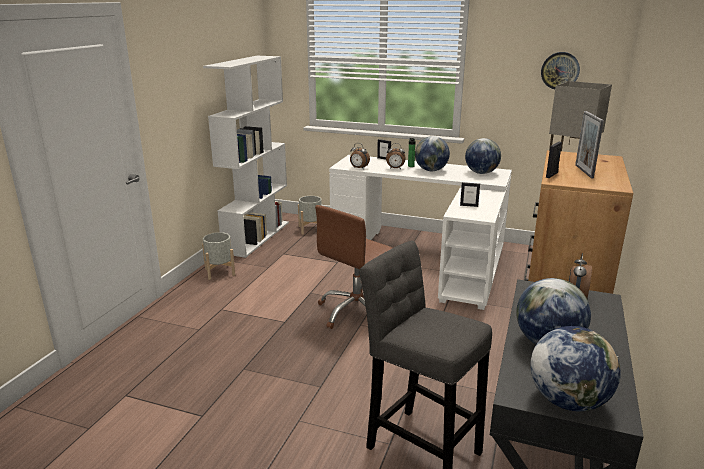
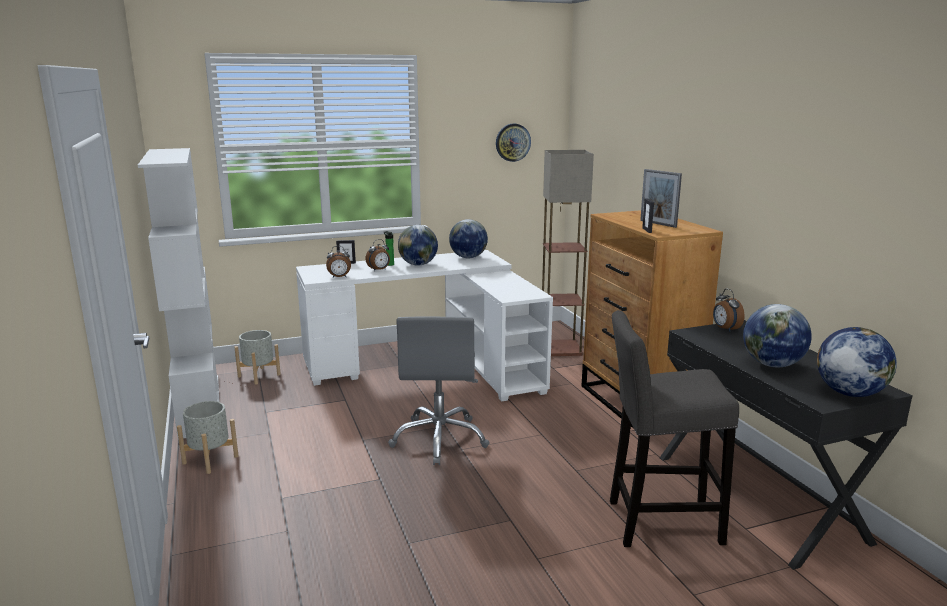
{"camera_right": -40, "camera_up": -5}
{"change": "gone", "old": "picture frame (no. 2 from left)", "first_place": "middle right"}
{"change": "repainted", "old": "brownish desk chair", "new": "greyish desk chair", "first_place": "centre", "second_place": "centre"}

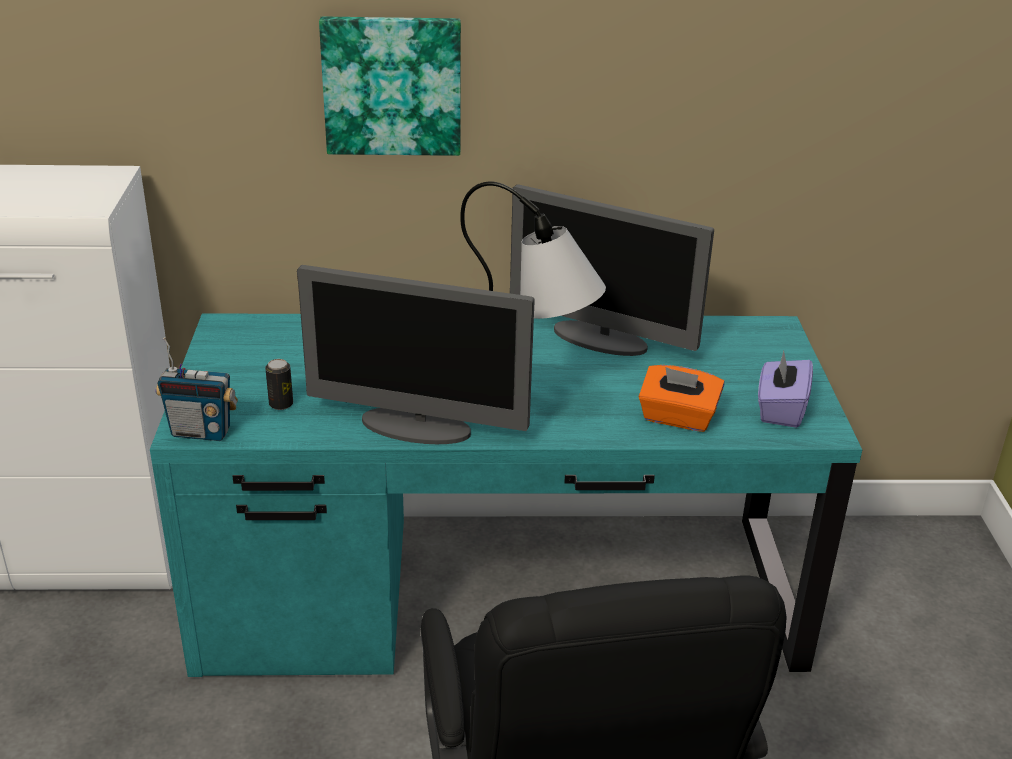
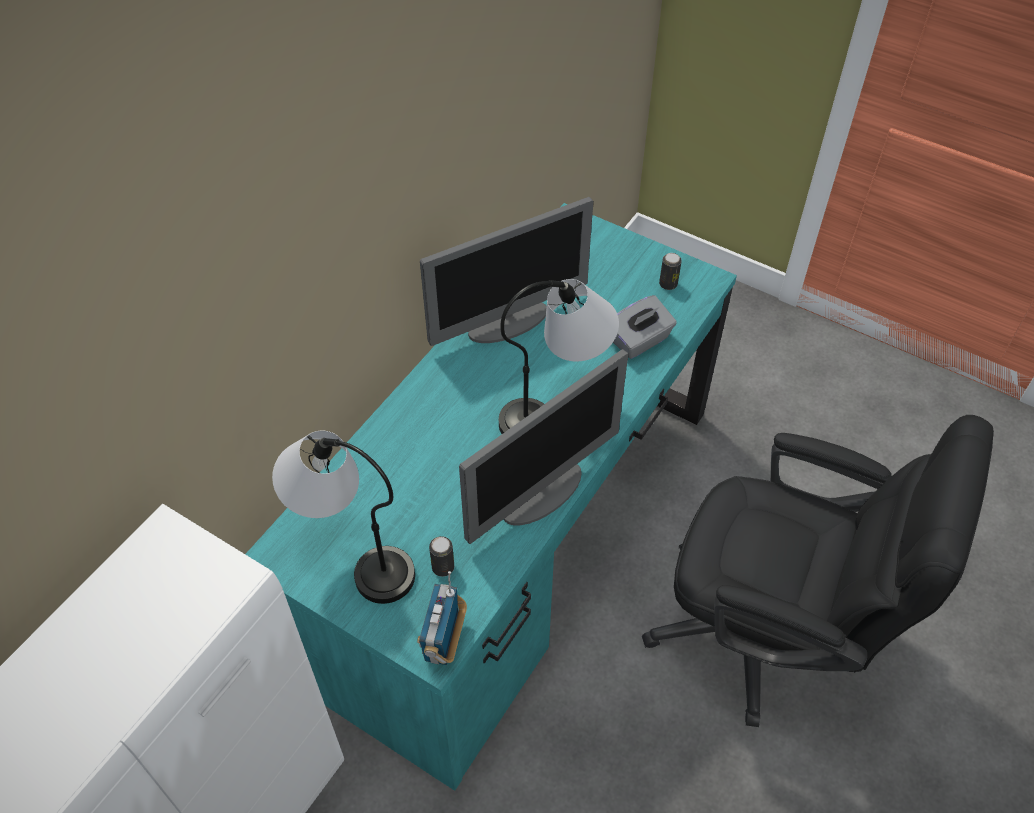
{"camera_right": -55, "camera_up": 20}
{"change": "gone", "old": "wall art", "first_place": "top centre"}
{"change": "new", "new": "lamp for a table (no. 1 from left)", "second_place": "middle left"}
{"change": "swapped", "old": "purple tissue box", "new": "metal can (no. 2 from left)", "first_place": "middle right", "second_place": "centre"}
{"change": "repainted", "old": "orange tissue box", "new": "greyish tissue box", "first_place": "middle right", "second_place": "centre"}
{"change": "rotated", "old": "radio receiver", "first_place": "middle left", "second_place": "bottom centre", "degrees": 150}

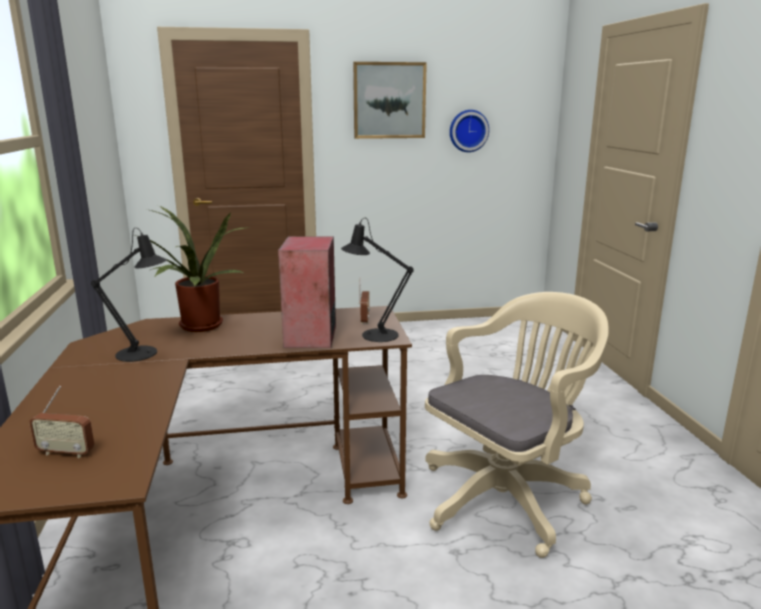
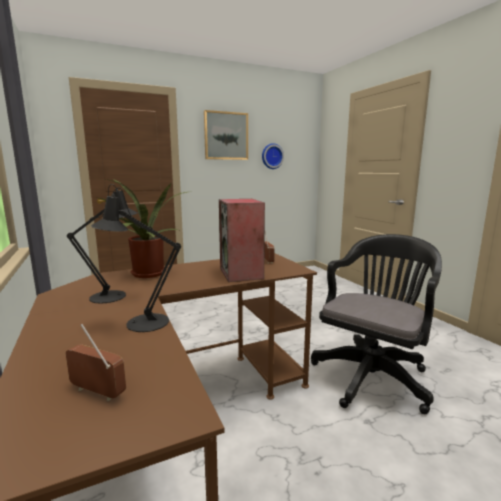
{"camera_right": -15, "camera_up": -5}
{"change": "shifted", "old": "black-coloured lamp for a table (no. 2 from left)", "first_place": "centre", "second_place": "middle left"}
{"change": "repainted", "old": "beige-coloured desk chair", "new": "black-coloured desk chair", "first_place": "bottom right", "second_place": "middle right"}
{"change": "rotated", "old": "radio receiver (no. 1 from left)", "first_place": "bottom left", "second_place": "bottom left", "degrees": -150}

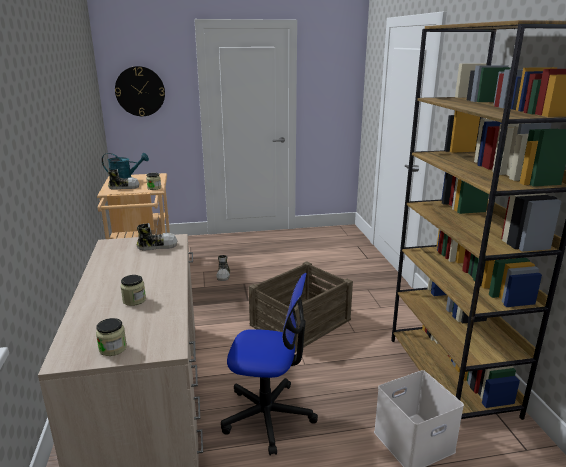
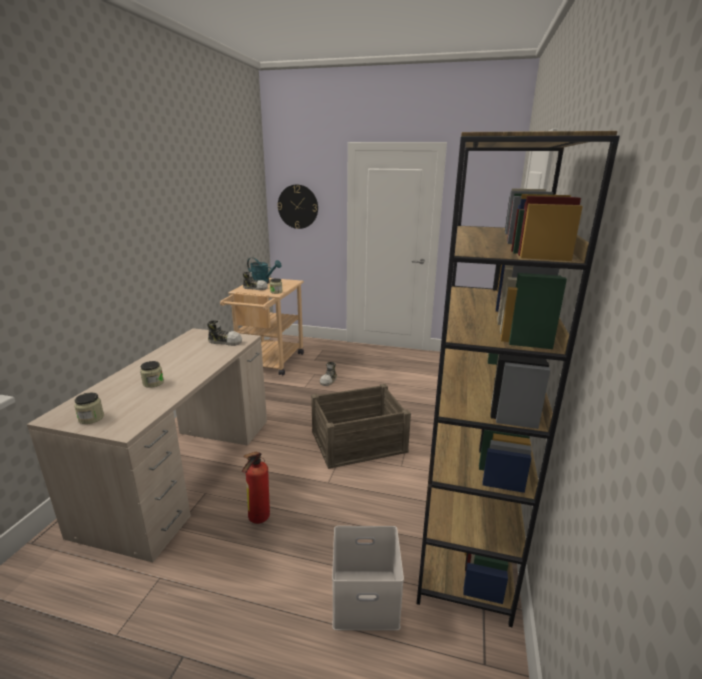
{"camera_right": 25, "camera_up": 0}
{"change": "swapped", "old": "desk chair", "new": "extinguisher", "first_place": "bottom centre", "second_place": "bottom centre"}

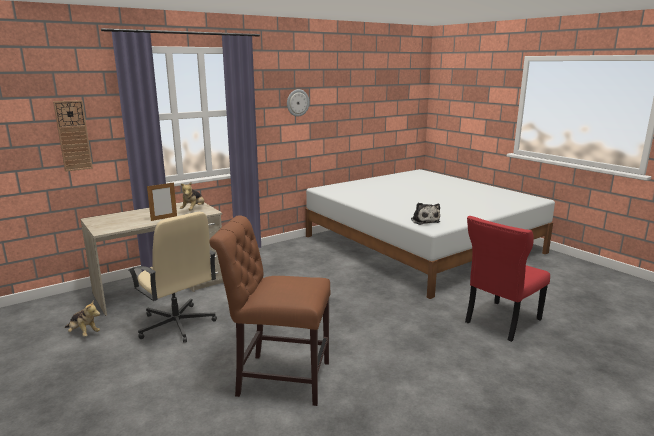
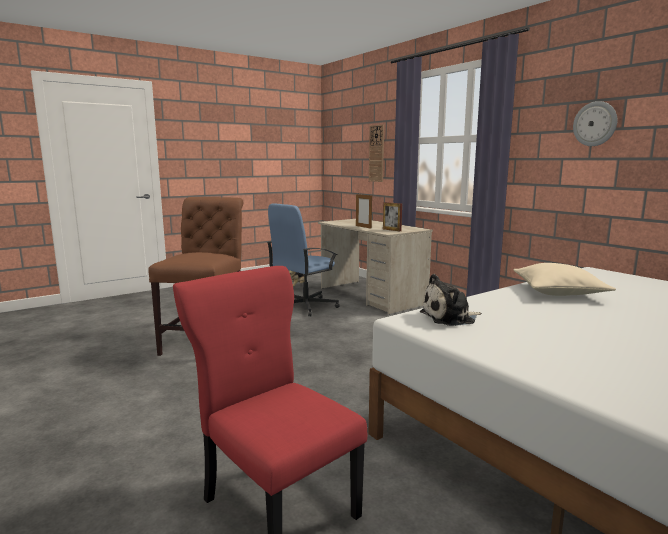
{"camera_right": 90, "camera_up": -5}
{"change": "new", "new": "beige-coloured cushion", "second_place": "middle right"}
{"change": "swapped", "old": "cuddly toy (no. 2 from left)", "new": "picture frame (no. 2 from left)", "first_place": "middle left", "second_place": "centre"}
{"change": "repainted", "old": "beige-coloured desk chair", "new": "bluish desk chair", "first_place": "middle left", "second_place": "centre"}

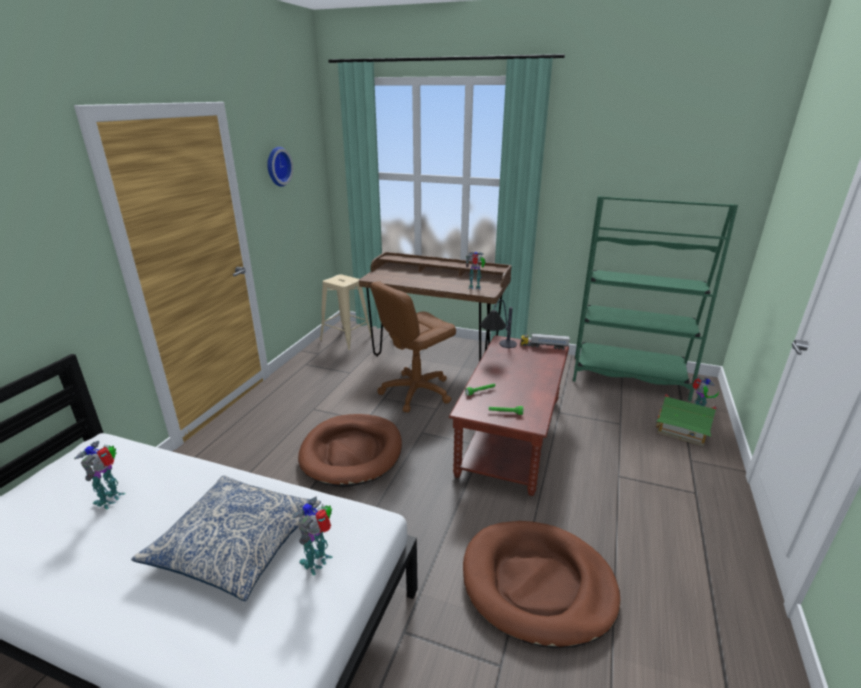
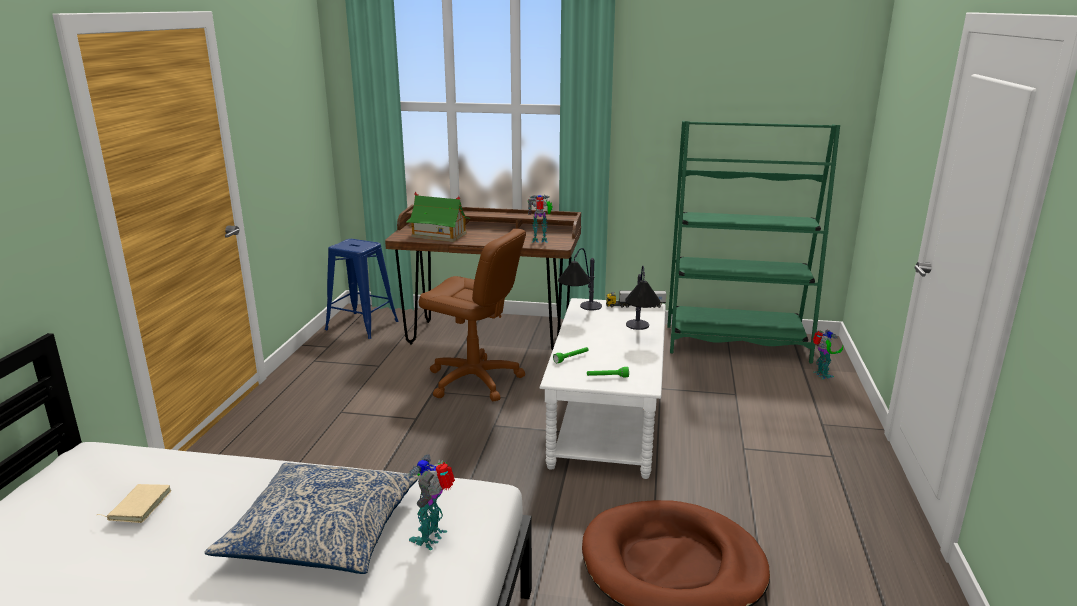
{"camera_right": -10, "camera_up": -5}
{"change": "gone", "old": "clock on the wall", "first_place": "top left"}
{"change": "gone", "old": "brownish pet bed (no. 1 from left)", "first_place": "centre"}
{"change": "new", "new": "lamp for a table (no. 2 from left)", "second_place": "centre"}
{"change": "shifted", "old": "model house", "first_place": "middle right", "second_place": "centre"}
{"change": "swapped", "old": "model robot (no. 1 from left)", "new": "beige-coloured book", "first_place": "bottom left", "second_place": "bottom left"}
{"change": "repainted", "old": "beige-coloured sitting stool", "new": "bluish sitting stool", "first_place": "centre", "second_place": "centre"}
{"change": "repainted", "old": "brownish low table", "new": "white-coloured low table", "first_place": "centre", "second_place": "centre"}
{"change": "rotated", "old": "brownish desk chair", "first_place": "centre", "second_place": "centre", "degrees": -105}

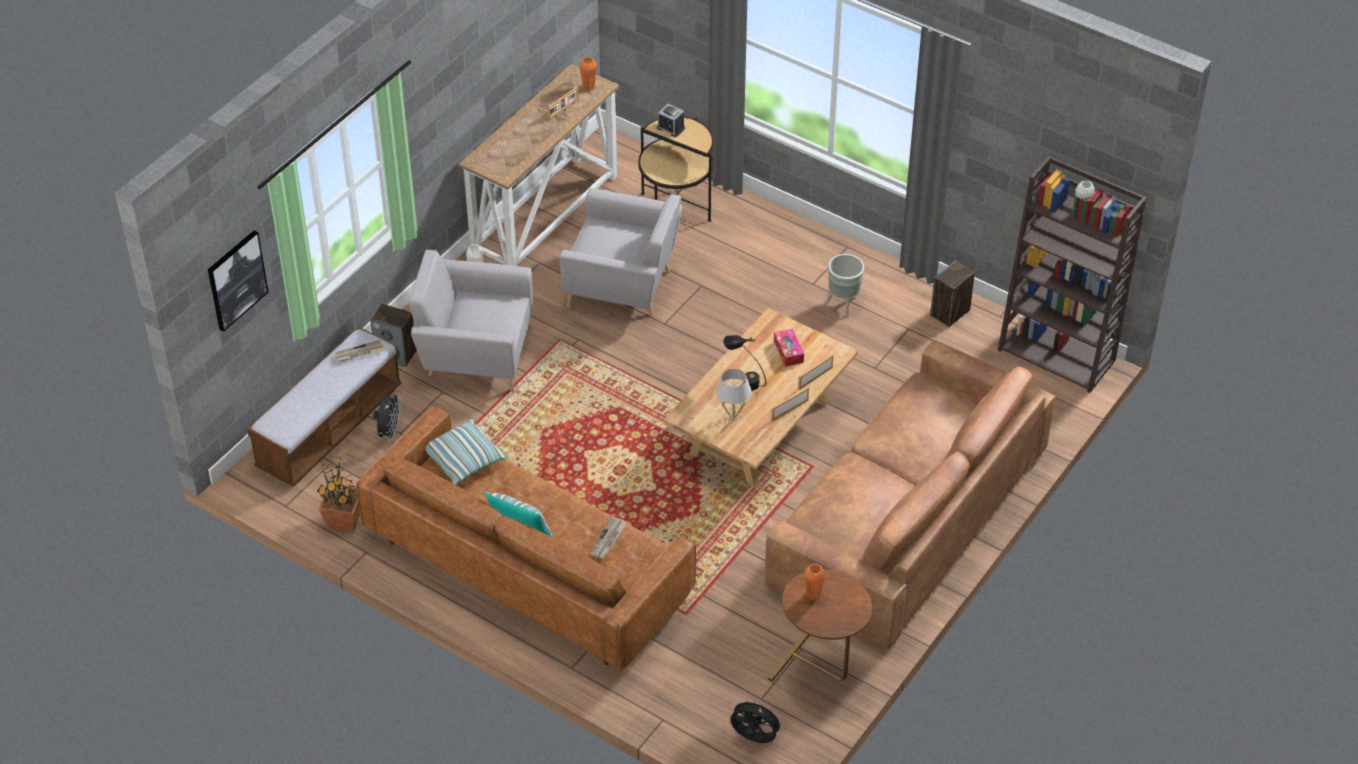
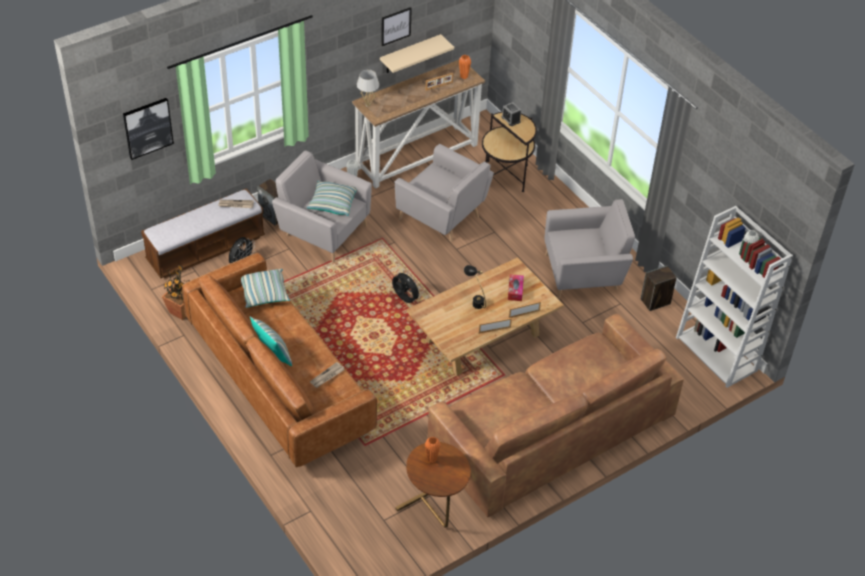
{"camera_right": 20, "camera_up": 0}
{"change": "new", "new": "cushion (no. 3 from left)", "second_place": "centre"}
{"change": "new", "new": "beige-coloured bracket shelf", "second_place": "top centre"}
{"change": "new", "new": "wall art (no. 2 from left)", "second_place": "top centre"}
{"change": "shifted", "old": "white-coloured lamp for a table", "first_place": "centre", "second_place": "top centre"}
{"change": "shifted", "old": "black-coloured electric fan (no. 2 from left)", "first_place": "bottom centre", "second_place": "centre"}
{"change": "swapped", "old": "greyish plant pot", "new": "greyish armchair (no. 3 from left)", "first_place": "centre", "second_place": "middle right"}
{"change": "repainted", "old": "brownish bookcase", "new": "white-coloured bookcase", "first_place": "middle right", "second_place": "middle right"}

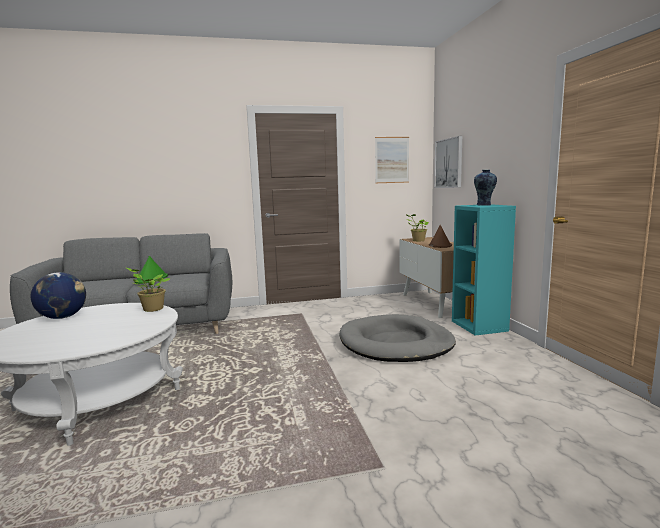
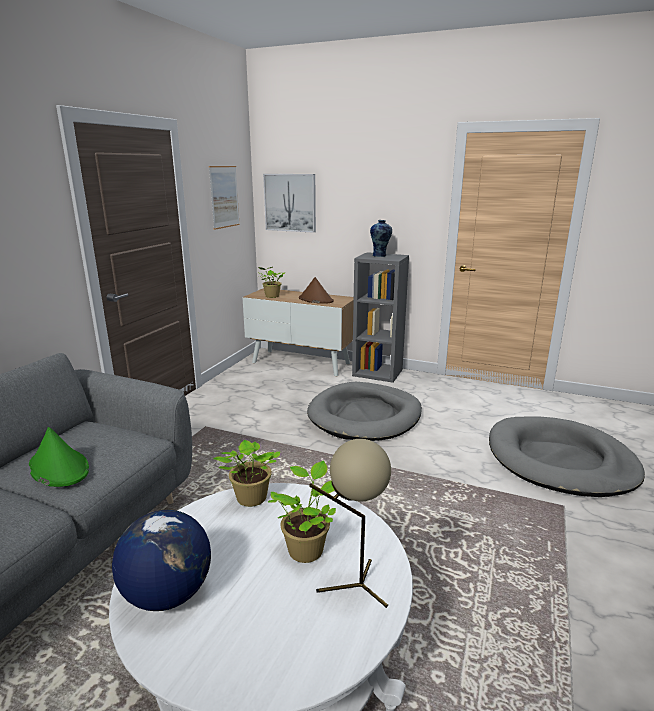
{"camera_right": -55, "camera_up": 10}
{"change": "new", "new": "plant in a pot (no. 3 from left)", "second_place": "bottom centre"}
{"change": "new", "new": "beige-coloured lamp for a table", "second_place": "bottom centre"}
{"change": "new", "new": "greyish pet bed (no. 2 from left)", "second_place": "middle right"}
{"change": "repainted", "old": "blue-green bookcase", "new": "greyish bookcase", "first_place": "middle right", "second_place": "centre"}

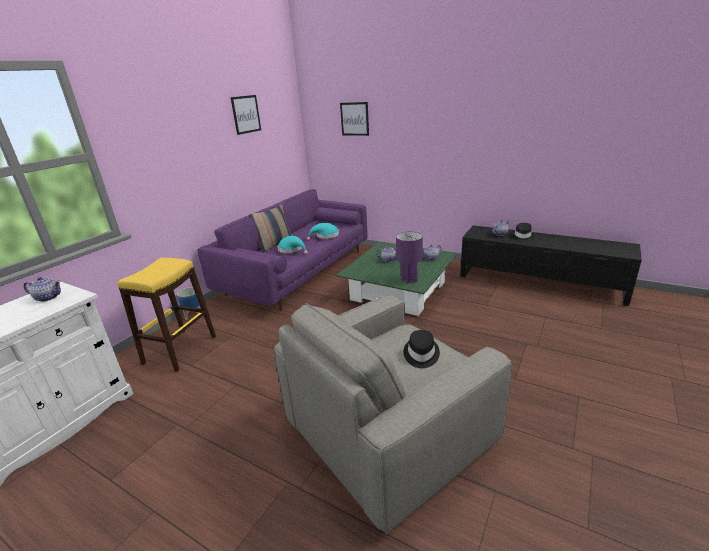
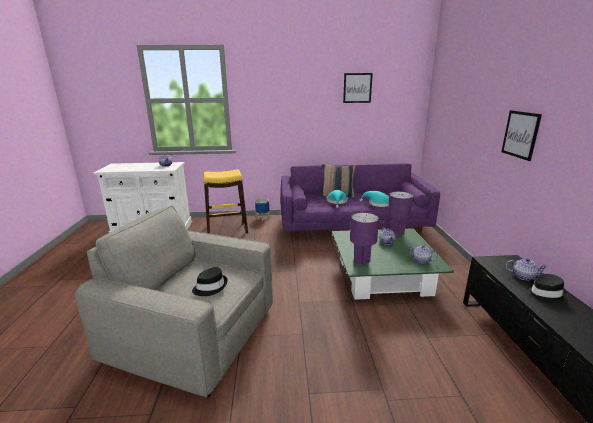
{"camera_right": 55, "camera_up": -5}
{"change": "new", "new": "purple lamp for a table (no. 2 from left)", "second_place": "middle right"}
{"change": "shifted", "old": "wall art (no. 2 from left)", "first_place": "top centre", "second_place": "top right"}

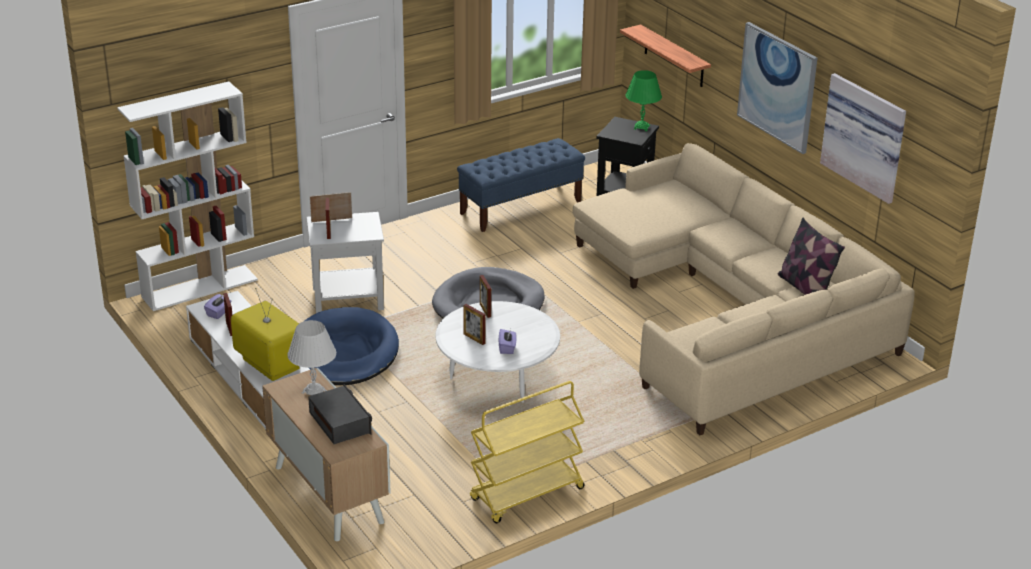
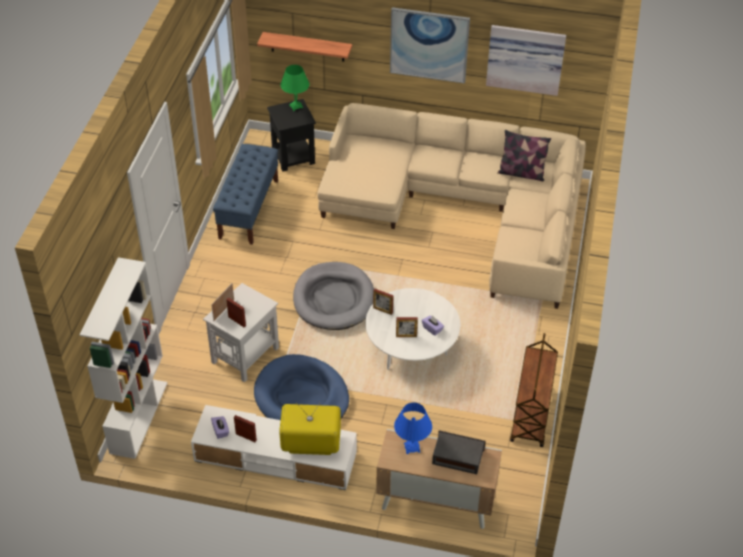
{"camera_right": -45, "camera_up": 15}
{"change": "repainted", "old": "white-coloured lamp for a table", "new": "bluish lamp for a table", "first_place": "middle left", "second_place": "bottom centre"}
{"change": "repainted", "old": "yellow-coloured wheeled cart", "new": "brownish wheeled cart", "first_place": "bottom centre", "second_place": "bottom right"}

